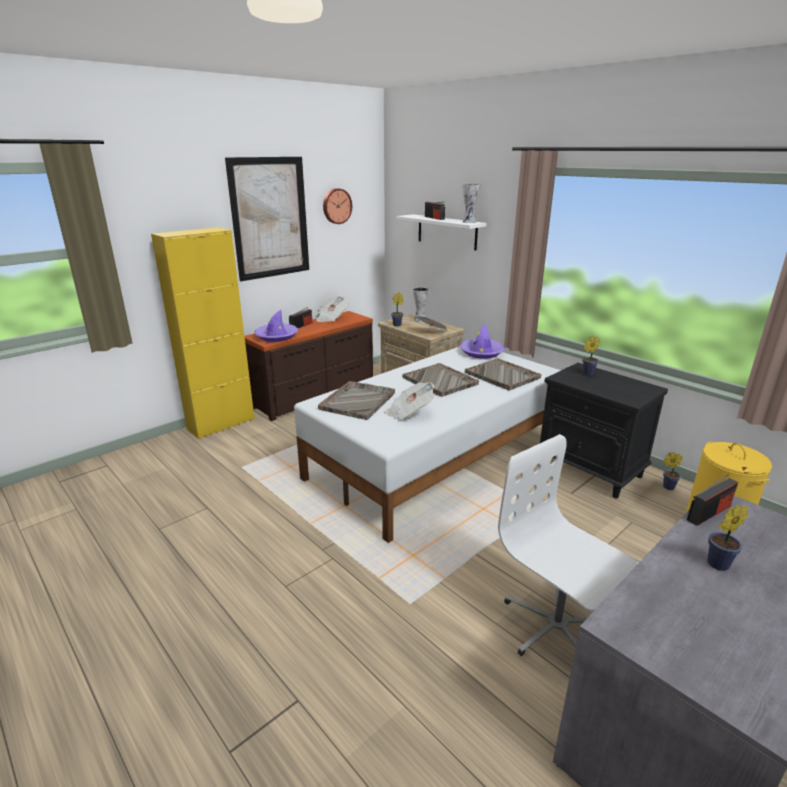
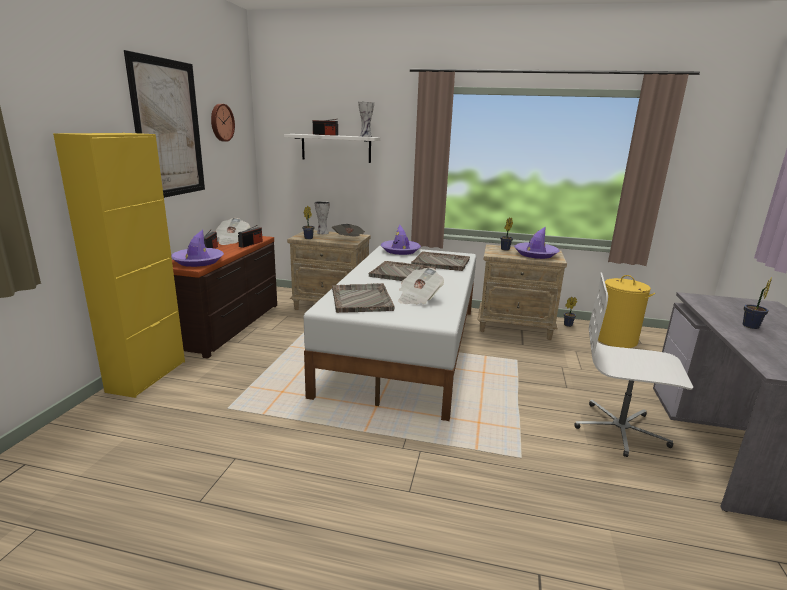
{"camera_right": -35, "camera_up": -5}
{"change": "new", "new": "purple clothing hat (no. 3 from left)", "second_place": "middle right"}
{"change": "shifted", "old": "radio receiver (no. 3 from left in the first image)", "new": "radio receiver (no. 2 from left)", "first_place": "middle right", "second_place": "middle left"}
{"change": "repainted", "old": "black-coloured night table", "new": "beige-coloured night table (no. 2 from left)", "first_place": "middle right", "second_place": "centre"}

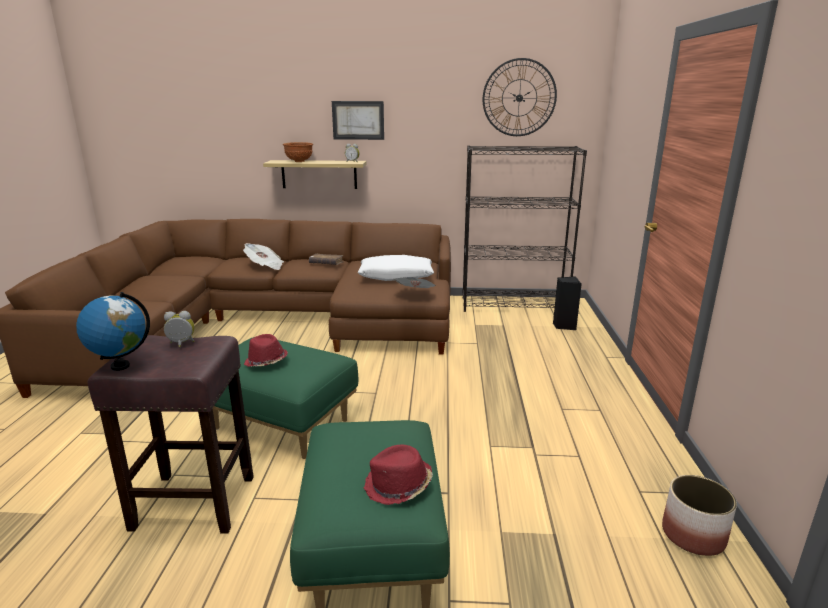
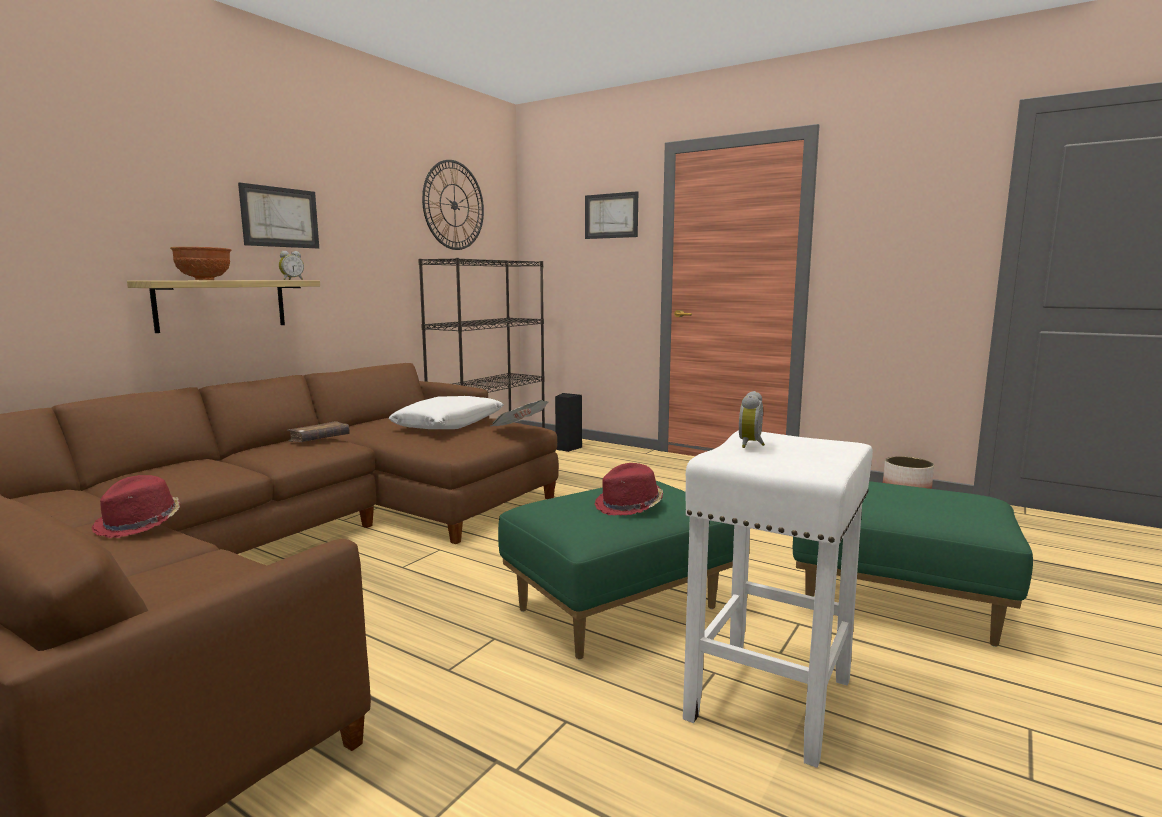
{"camera_right": -60, "camera_up": -10}
{"change": "gone", "old": "world globe", "first_place": "middle left"}
{"change": "gone", "old": "newspaper (no. 1 from left)", "first_place": "middle left"}
{"change": "new", "new": "wall art (no. 2 from left)", "second_place": "top centre"}
{"change": "shifted", "old": "red-coloured clothing hat (no. 2 from left in the first image)", "new": "red-coloured clothing hat (no. 1 from left)", "first_place": "bottom centre", "second_place": "middle left"}
{"change": "repainted", "old": "brownish sitting stool", "new": "white-coloured sitting stool", "first_place": "bottom left", "second_place": "bottom right"}

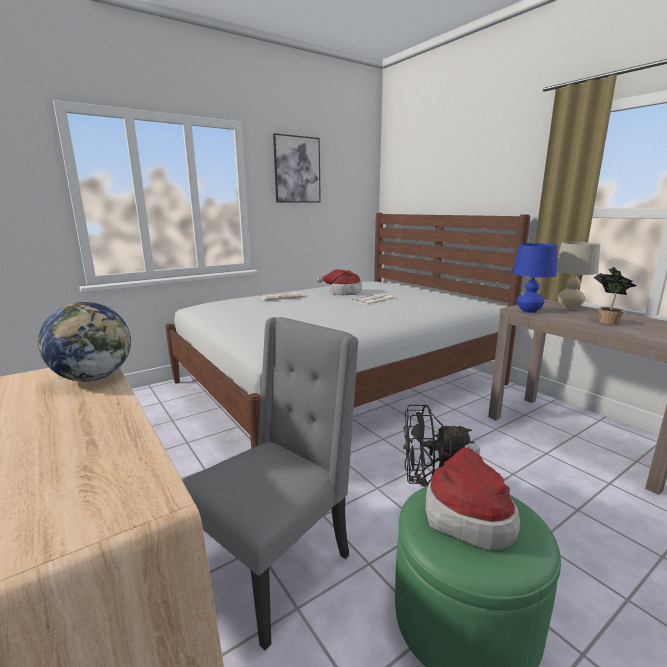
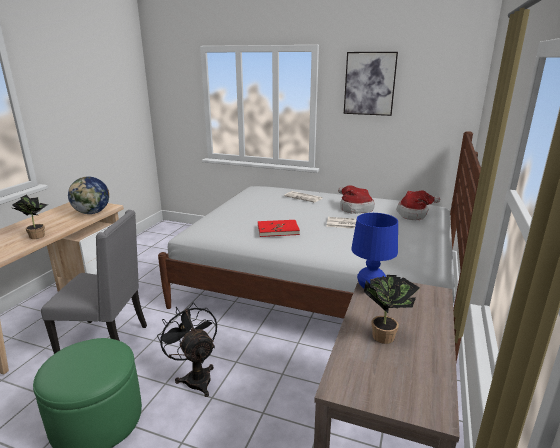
{"camera_right": 55, "camera_up": 5}
{"change": "gone", "old": "beige-coloured lamp for a table", "first_place": "middle right"}
{"change": "new", "new": "plant in a pot (no. 1 from left)", "second_place": "middle left"}
{"change": "new", "new": "red-coloured book", "second_place": "centre"}
{"change": "shifted", "old": "clothing hat (no. 2 from left)", "first_place": "bottom right", "second_place": "middle right"}

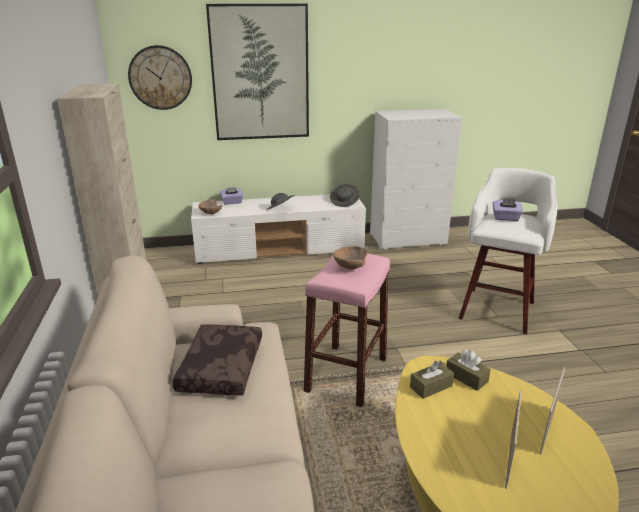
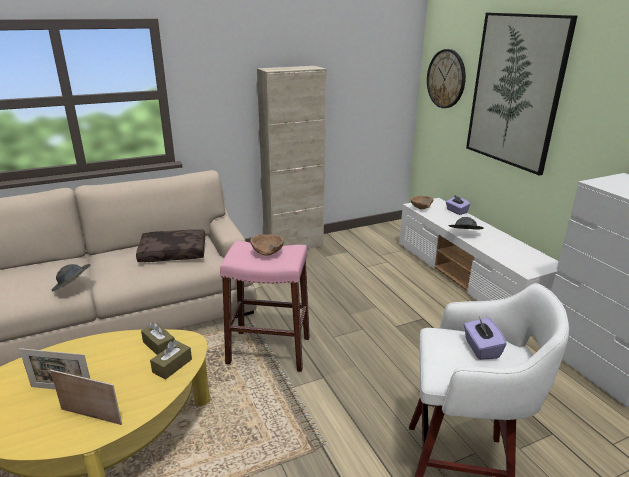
{"camera_right": 75, "camera_up": 0}
{"change": "shifted", "old": "greyish clothing hat (no. 2 from left in the first image)", "new": "greyish clothing hat (no. 1 from left)", "first_place": "centre", "second_place": "middle left"}

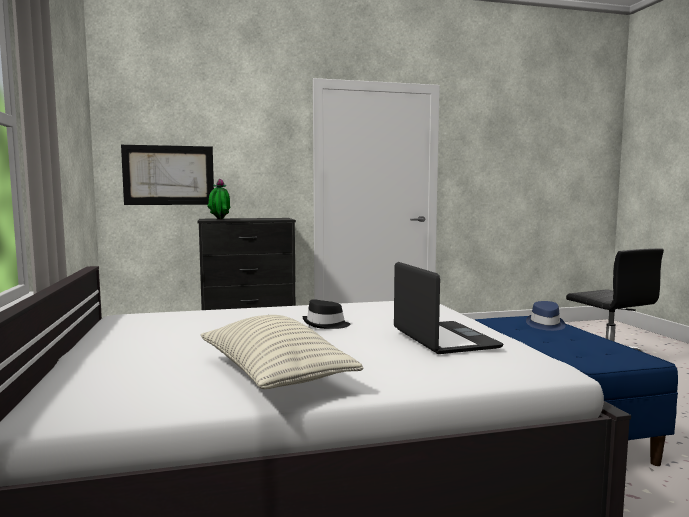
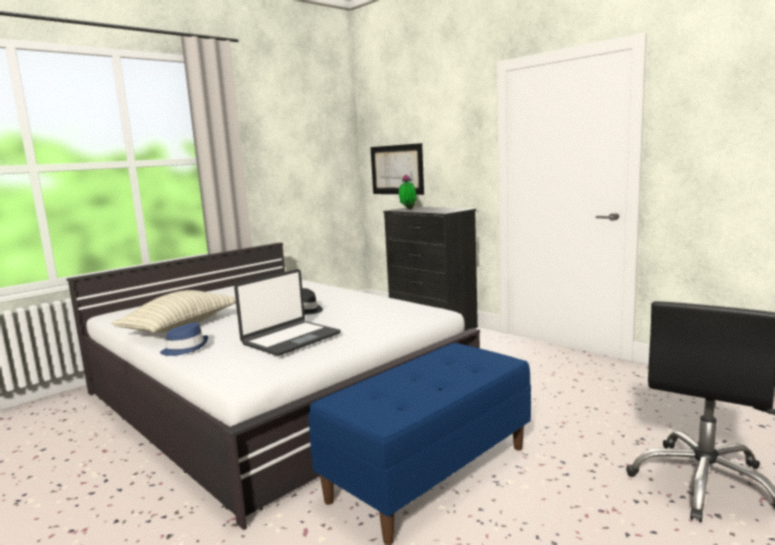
{"camera_right": 60, "camera_up": 5}
{"change": "shifted", "old": "bluish clothing hat", "first_place": "middle right", "second_place": "middle left"}

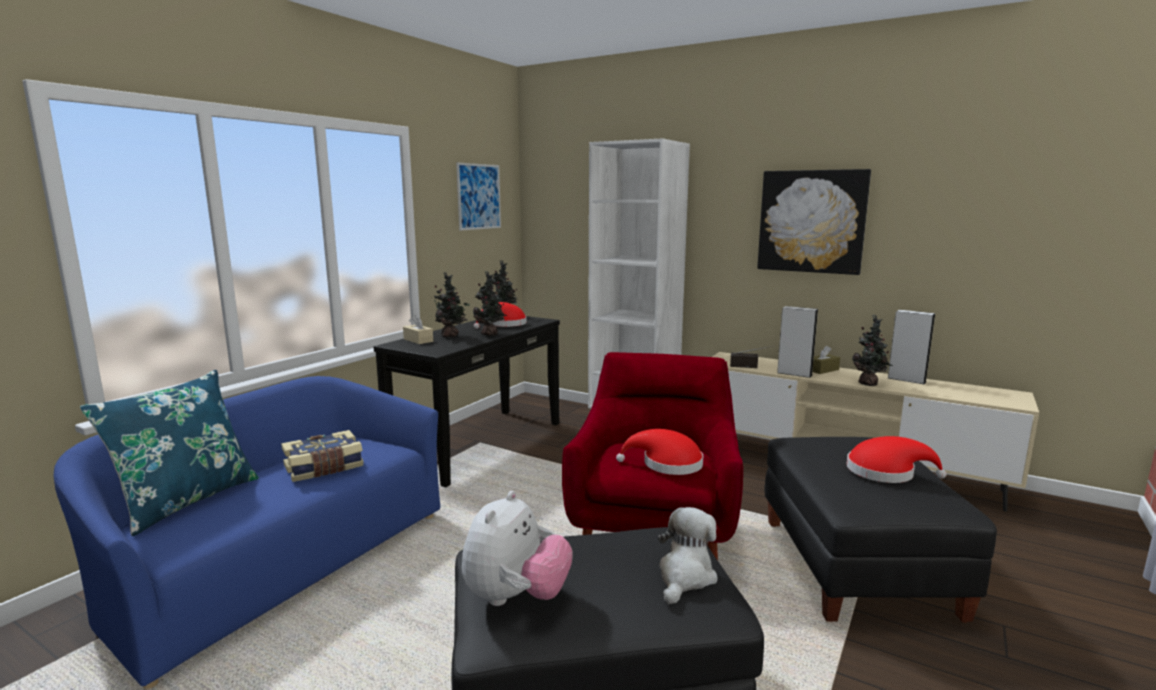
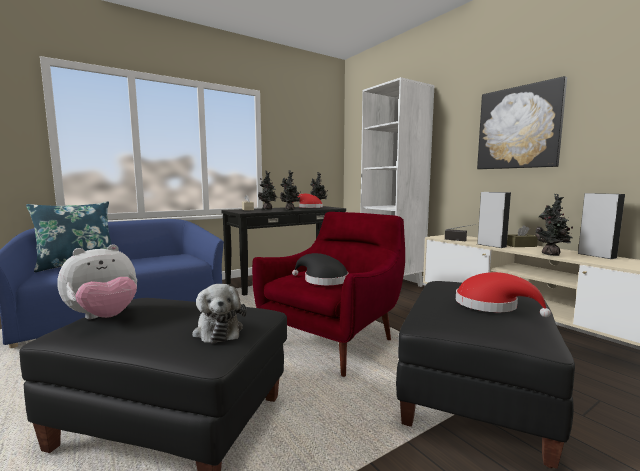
{"camera_right": 25, "camera_up": -5}
{"change": "gone", "old": "book", "first_place": "middle left"}
{"change": "gone", "old": "wall art (no. 1 from left)", "first_place": "top centre"}
{"change": "repainted", "old": "red-coloured clothing hat (no. 2 from left)", "new": "black-coloured clothing hat", "first_place": "centre", "second_place": "centre"}
{"change": "rotated", "old": "cuddly toy (no. 2 from left)", "first_place": "bottom centre", "second_place": "centre", "degrees": 105}

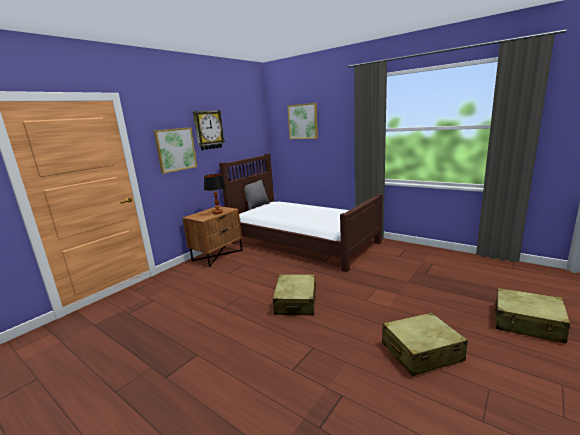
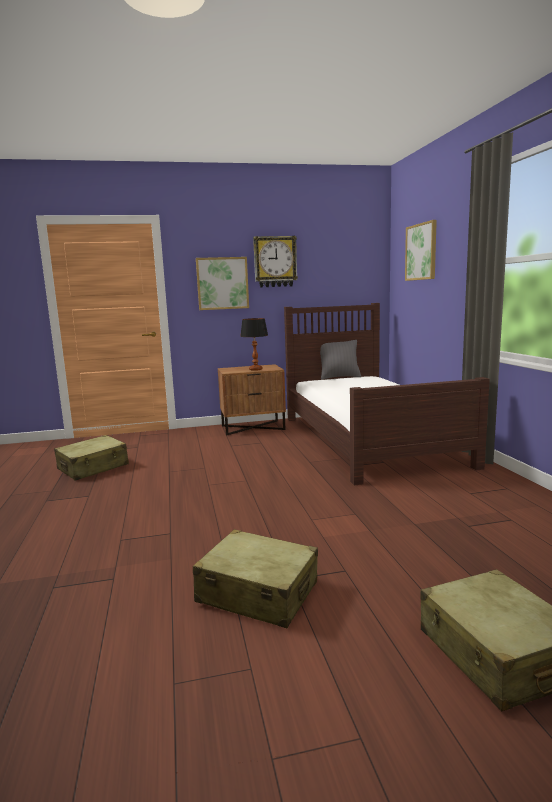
{"camera_right": 40, "camera_up": -5}
{"change": "shifted", "old": "beige-coloured suitcase (no. 1 from left)", "first_place": "bottom centre", "second_place": "middle left"}

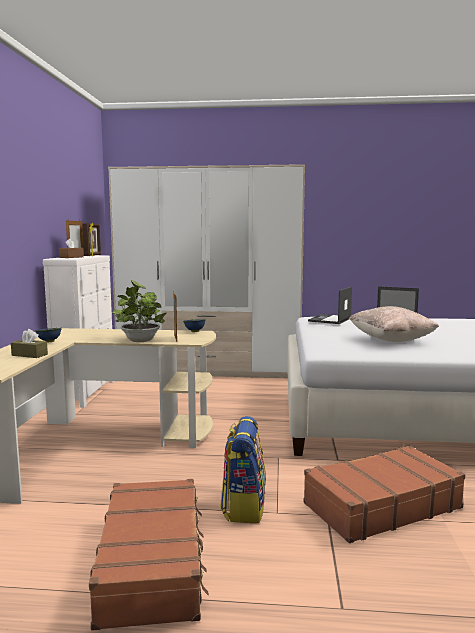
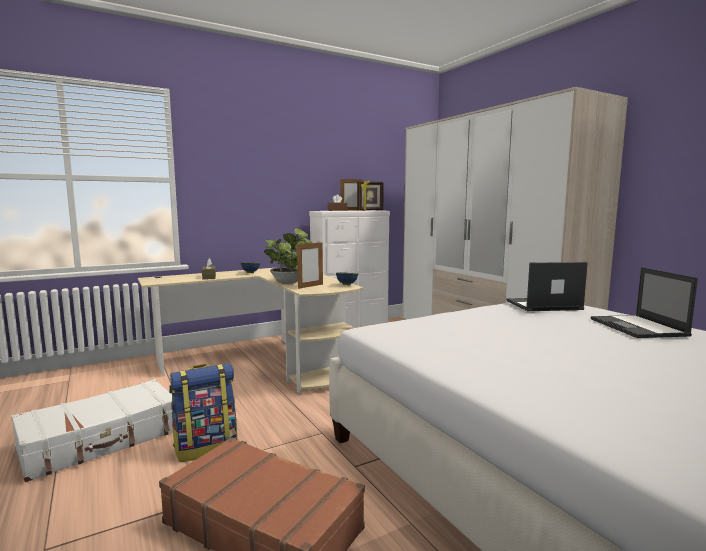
{"camera_right": 55, "camera_up": 0}
{"change": "gone", "old": "beige-coloured cushion", "first_place": "middle right"}
{"change": "repainted", "old": "brownish suitcase (no. 1 from left)", "new": "white-coloured suitcase", "first_place": "bottom left", "second_place": "bottom left"}

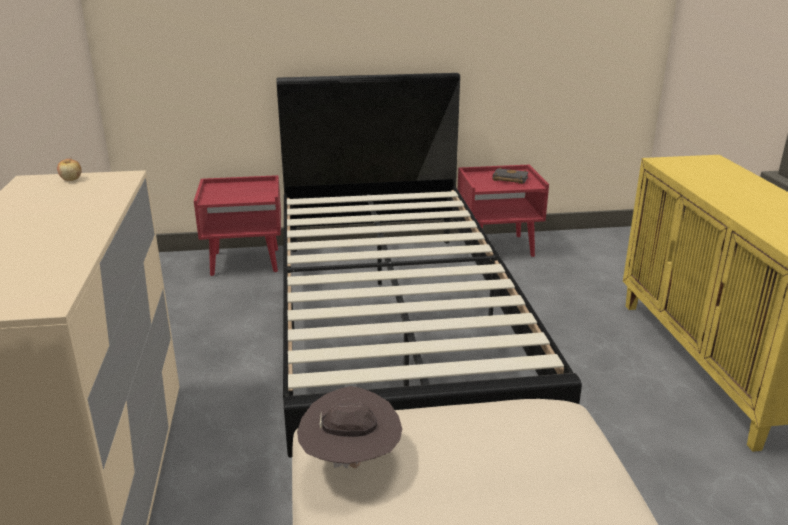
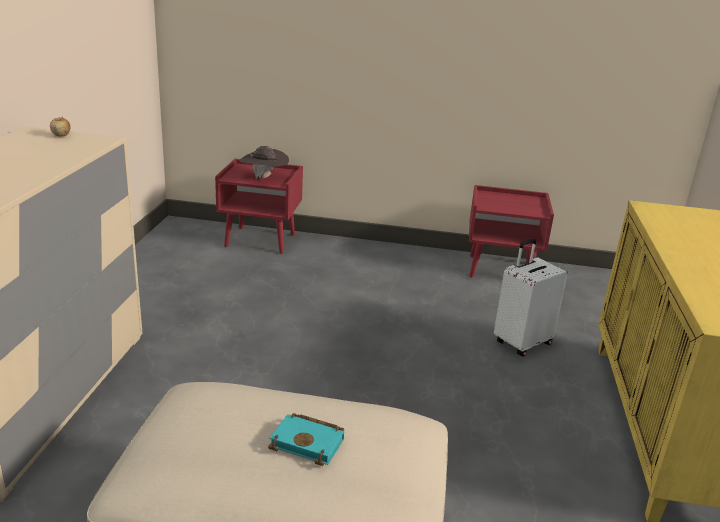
{"camera_right": 15, "camera_up": 0}
{"change": "gone", "old": "black-coloured sleeping bed", "first_place": "centre"}
{"change": "gone", "old": "black-coloured book", "first_place": "centre"}
{"change": "new", "new": "blue-green book", "second_place": "bottom centre"}
{"change": "new", "new": "white-coloured suitcase", "second_place": "middle right"}
{"change": "shifted", "old": "brownish clothing hat", "first_place": "bottom centre", "second_place": "top centre"}

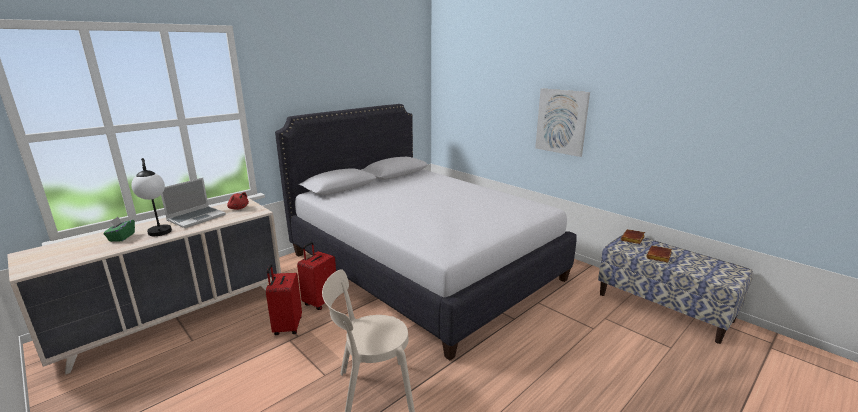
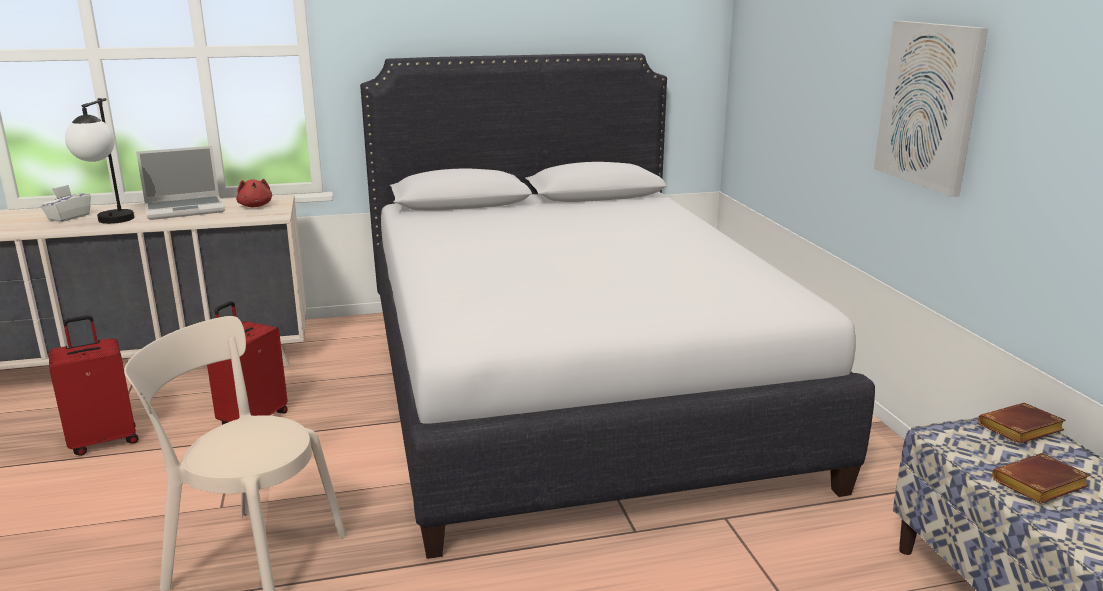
{"camera_right": 30, "camera_up": 0}
{"change": "shifted", "old": "red-coloured suitcase (no. 2 from left in the first image)", "new": "red-coloured suitcase (no. 1 from left)", "first_place": "bottom centre", "second_place": "middle left"}
{"change": "repainted", "old": "green-coloured tissue box", "new": "white-coloured tissue box", "first_place": "middle left", "second_place": "middle left"}

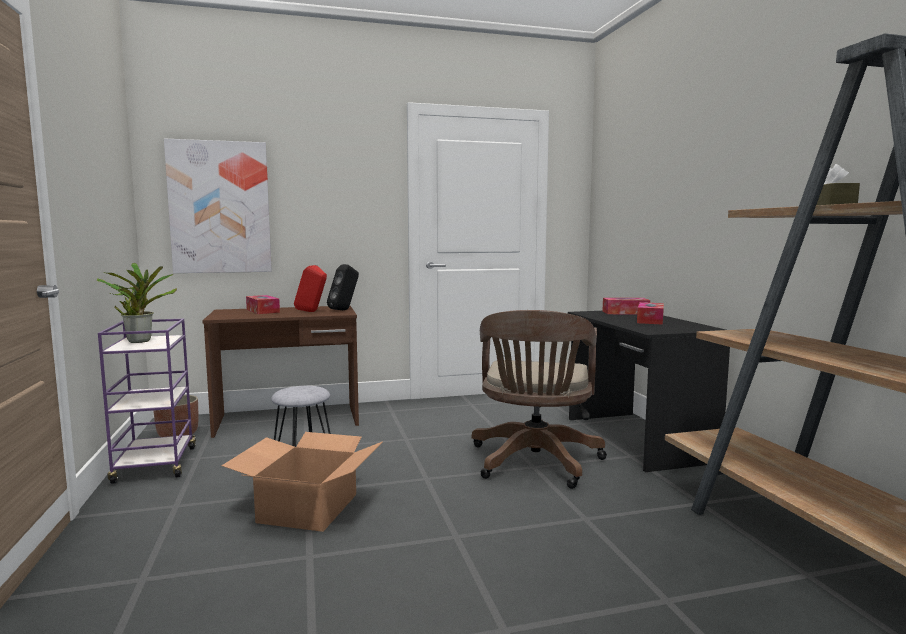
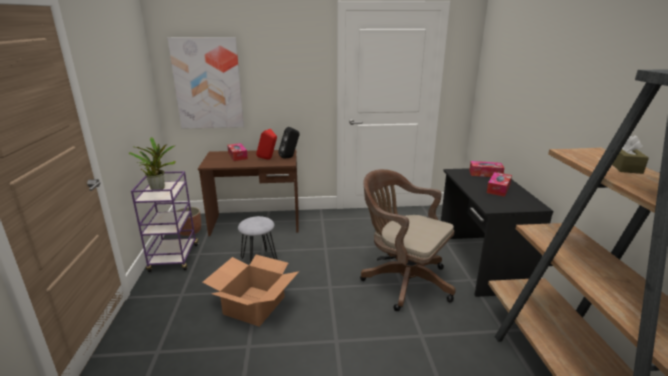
{"camera_right": 10, "camera_up": 15}
{"change": "rotated", "old": "brownish desk chair", "first_place": "centre", "second_place": "centre", "degrees": 105}

